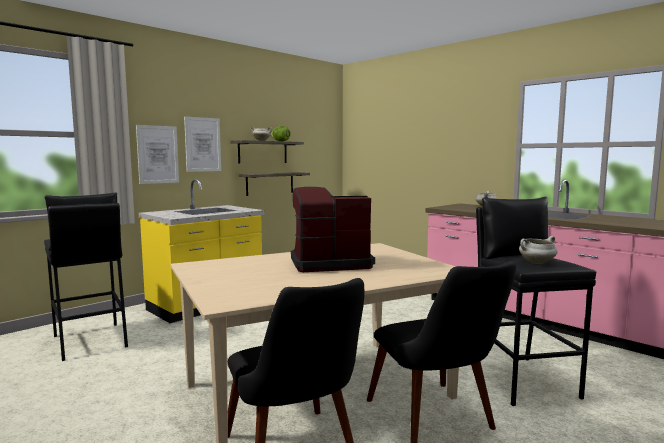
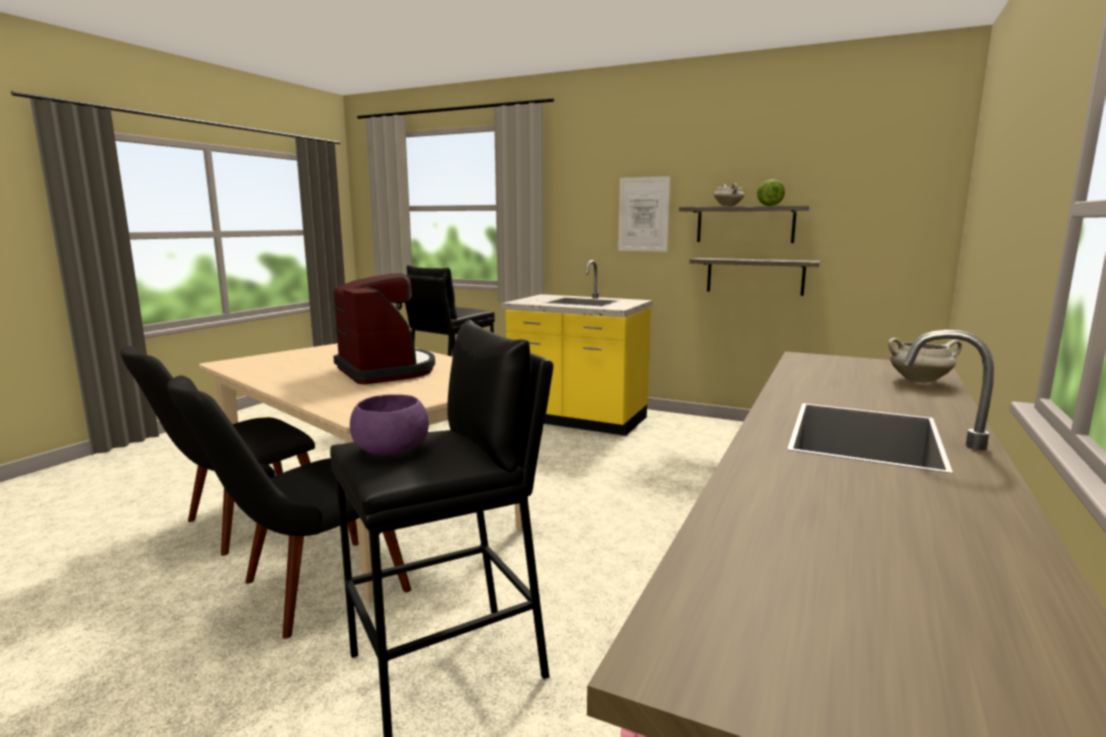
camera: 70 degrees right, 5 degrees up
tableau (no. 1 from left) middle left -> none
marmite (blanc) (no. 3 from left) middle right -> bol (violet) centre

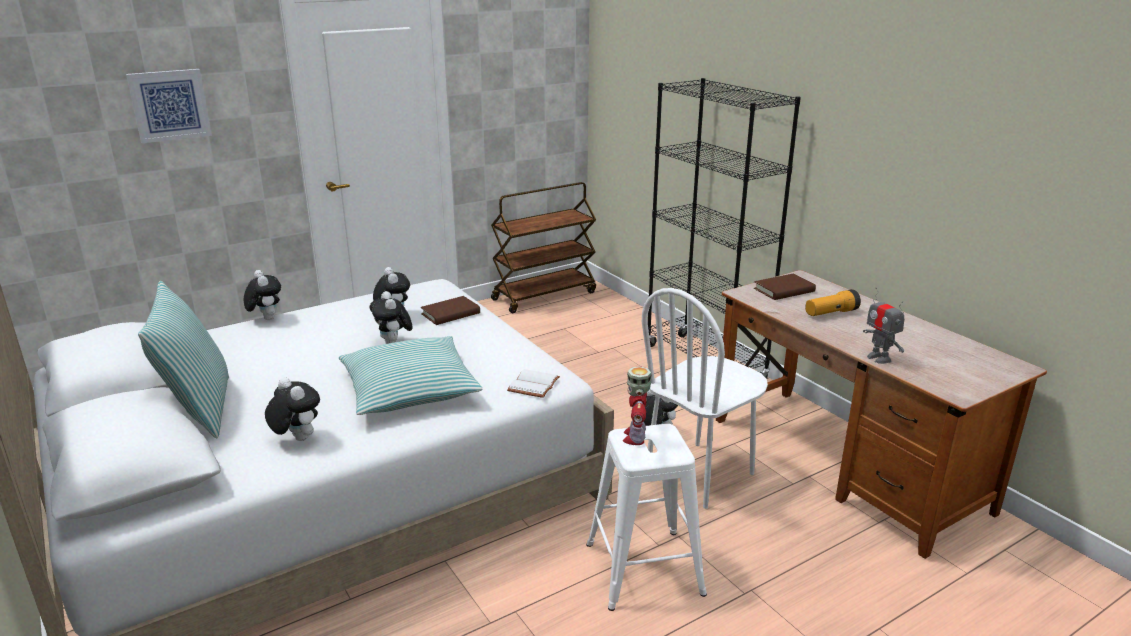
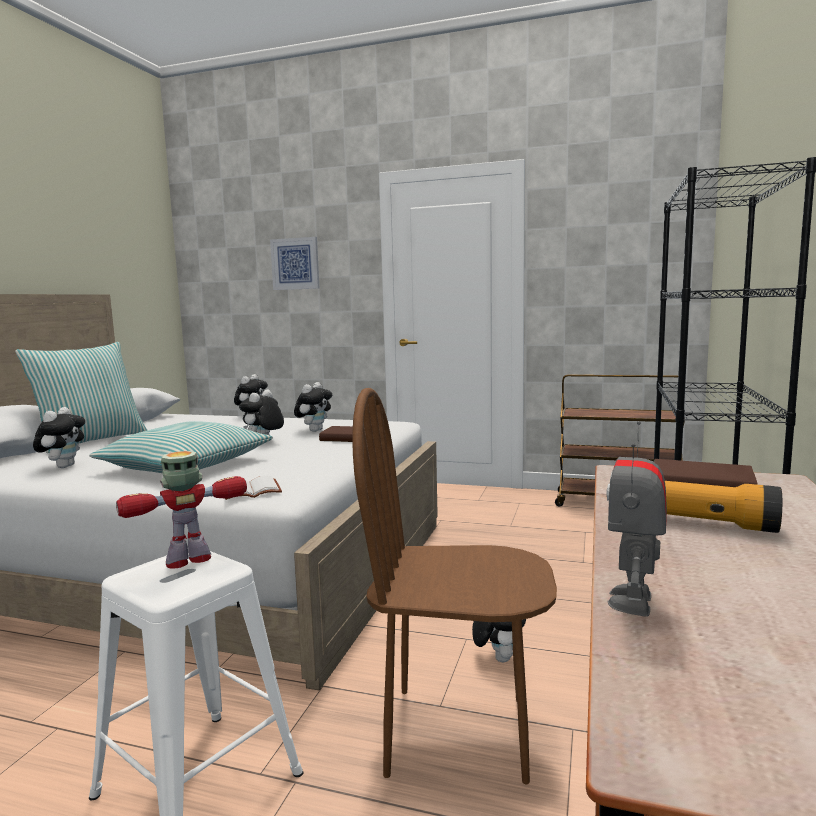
camera: 50 degrees right, 15 degrees down
chaise (blanc) centre -> chaise (marron) bottom centre

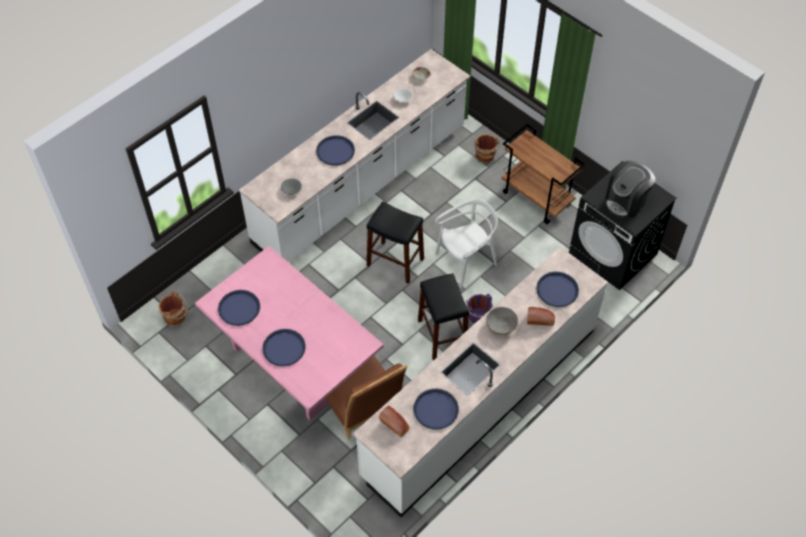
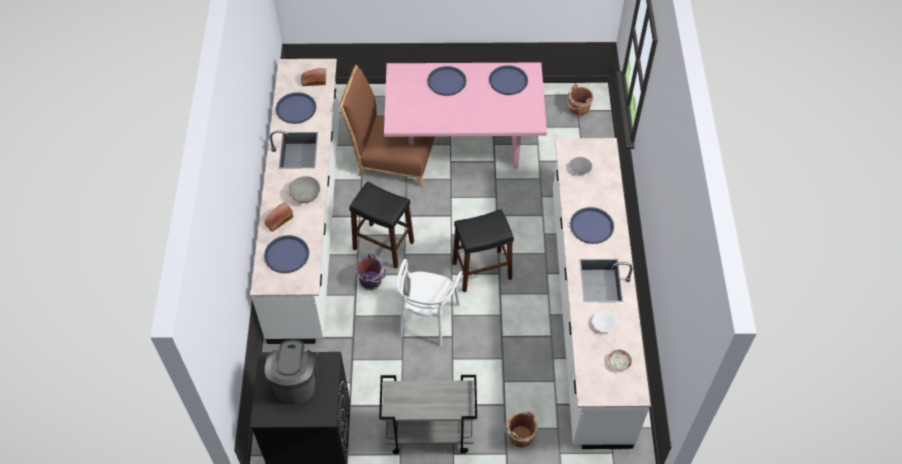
camera: 135 degrees right, 0 degrees up
chariot (marron) top right -> chariot (gris) bottom centre

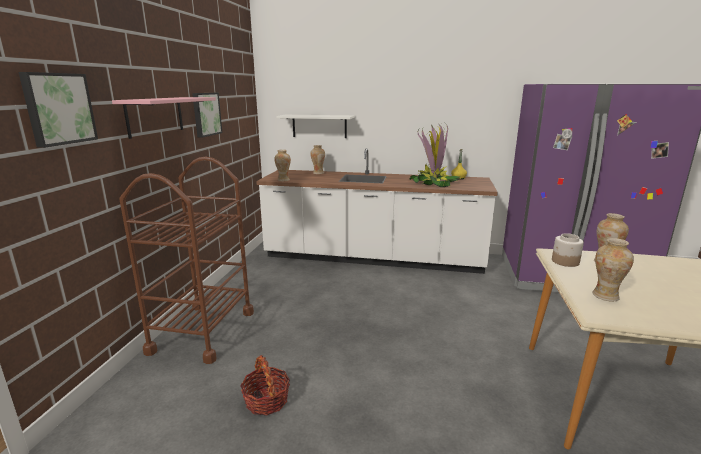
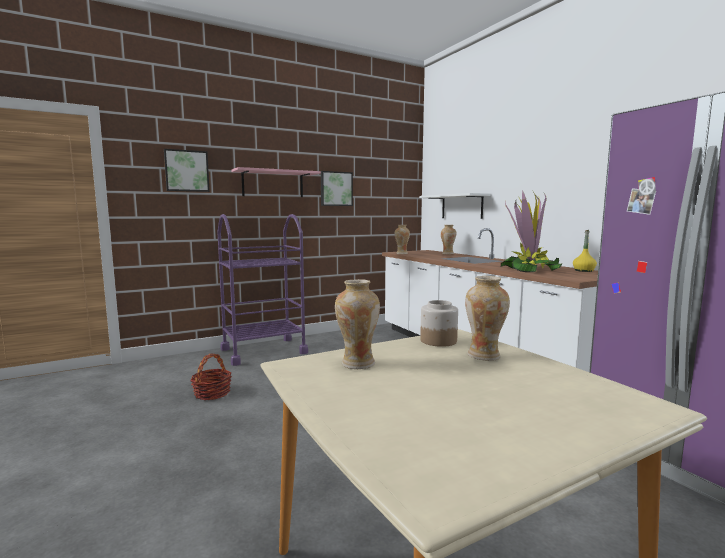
camera: 50 degrees right, 10 degrees down
chariot (marron) middle left -> chariot (violet) centre

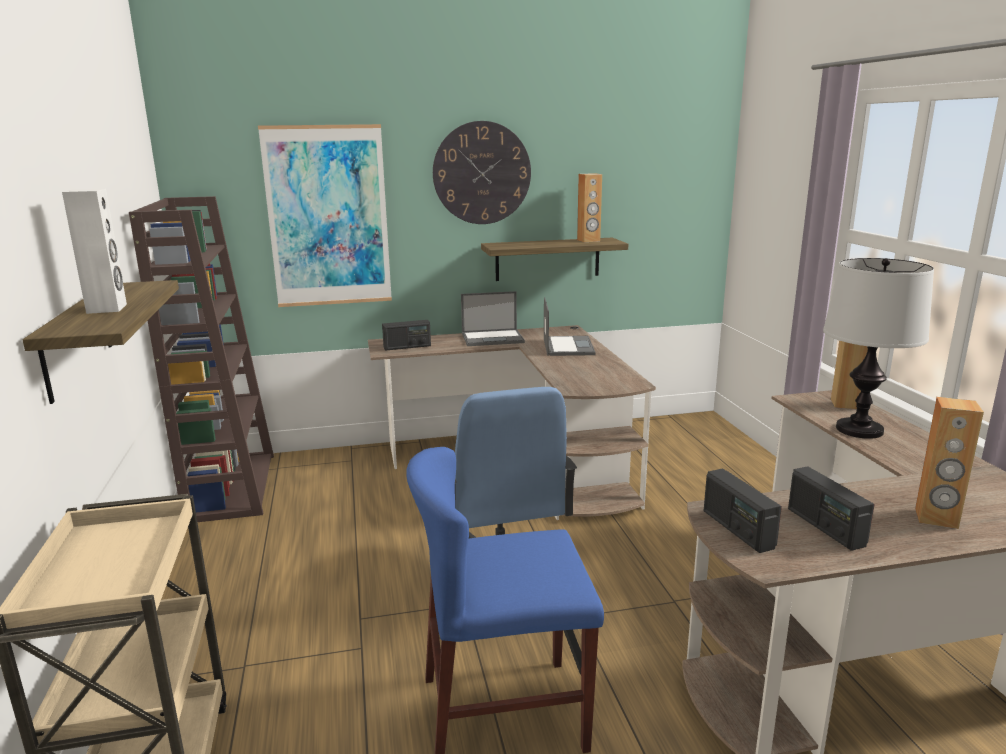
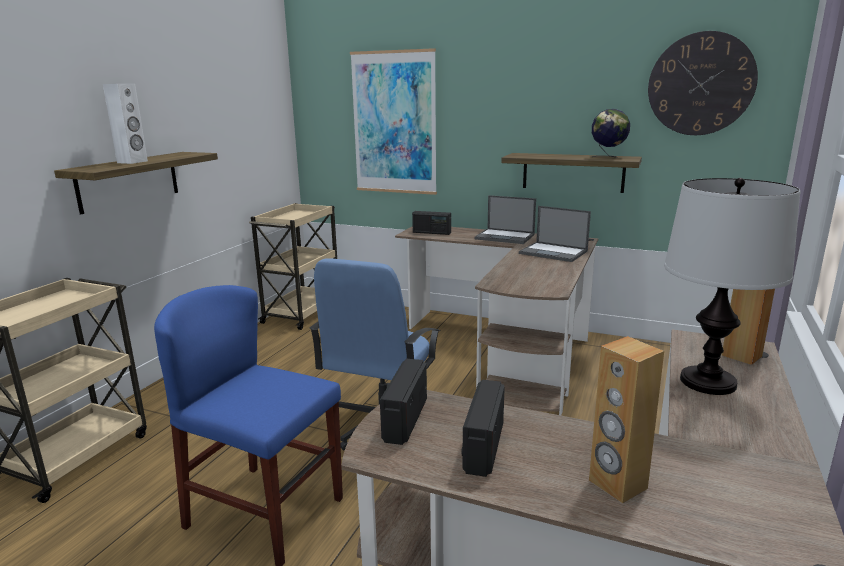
camera: 35 degrees right, 0 degrees up
horloge murale top centre -> horloge murale top right, relocated
bibliothèque (marron) middle left -> chariot (beige) (no. 2 from left) centre
enceinte (marron) (no. 1 from left) top centre -> globe top right
ordinateur portable (no. 2 from left) centre, 90 degrees clockwise

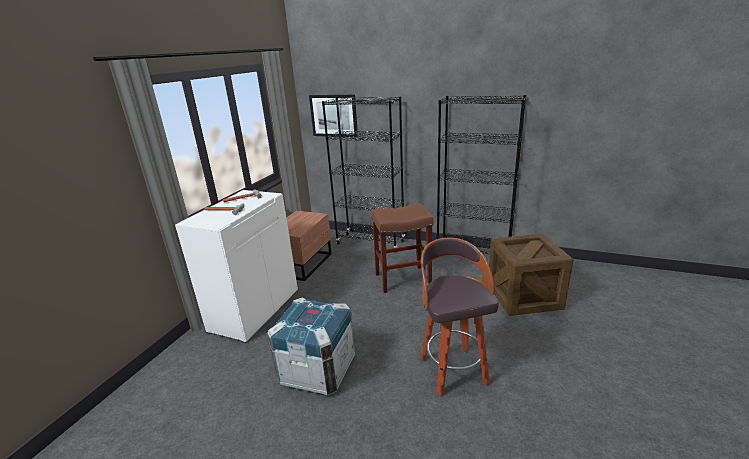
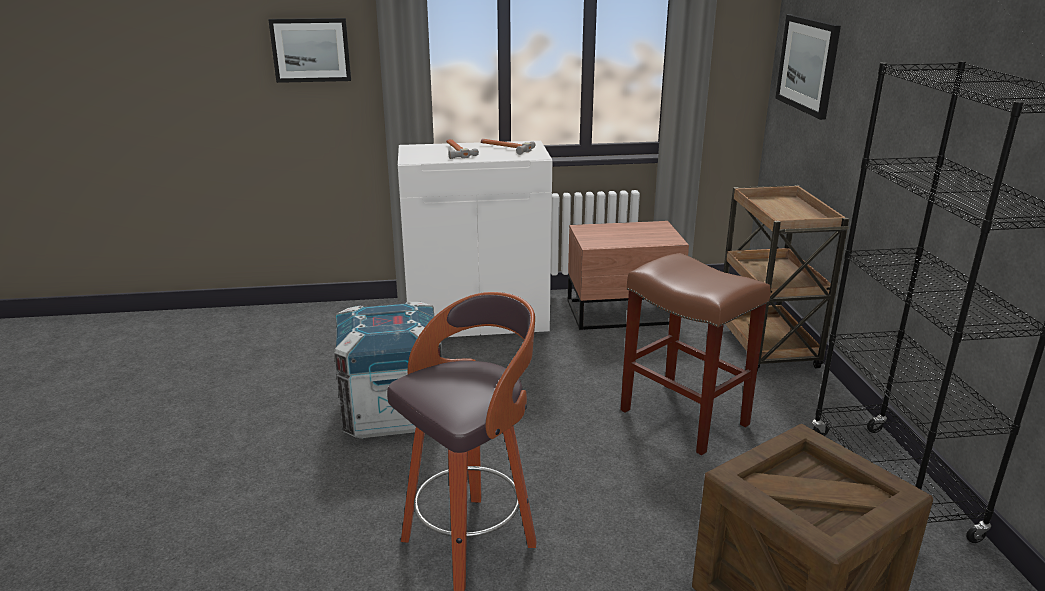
camera: 60 degrees right, 0 degrees up
none -> tableau (no. 1 from left) top left
bibliothèque (noir) (no. 1 from left) centre -> chariot (marron) middle right

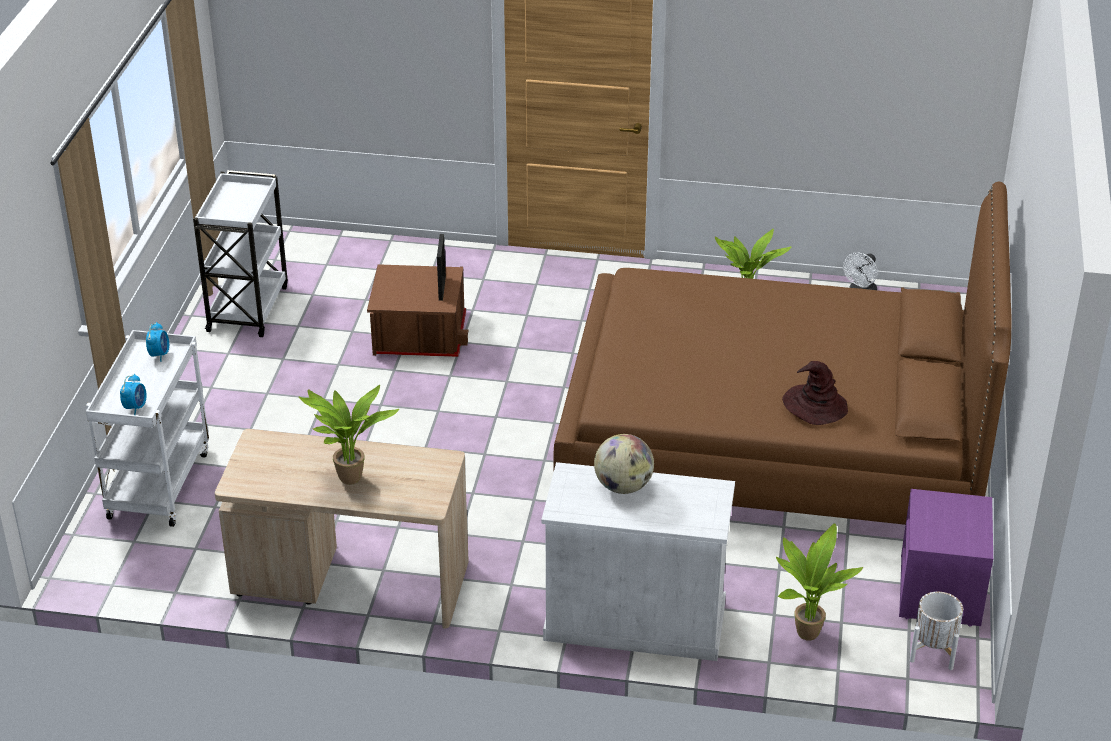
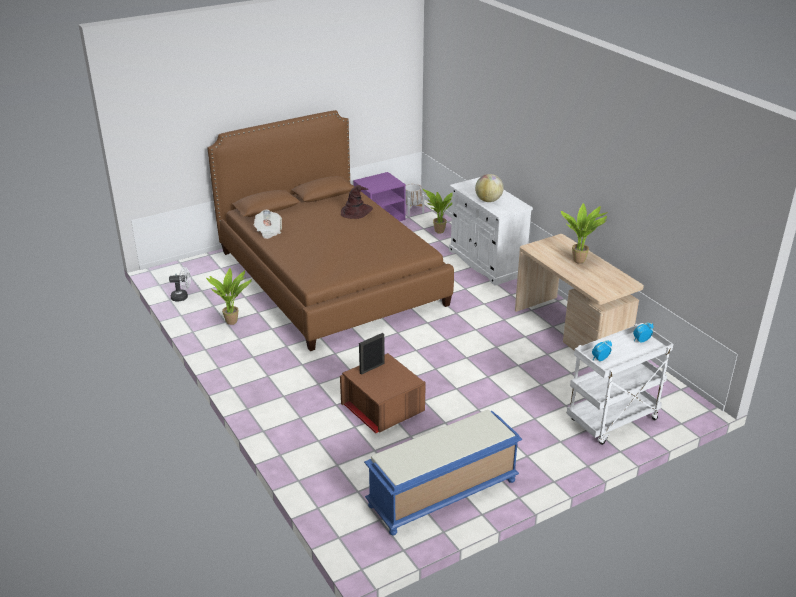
camera: 130 degrees left, 5 degrees down
none -> journal centre
chariot (blanc) (no. 2 from left) middle left -> banc (bleu) bottom centre

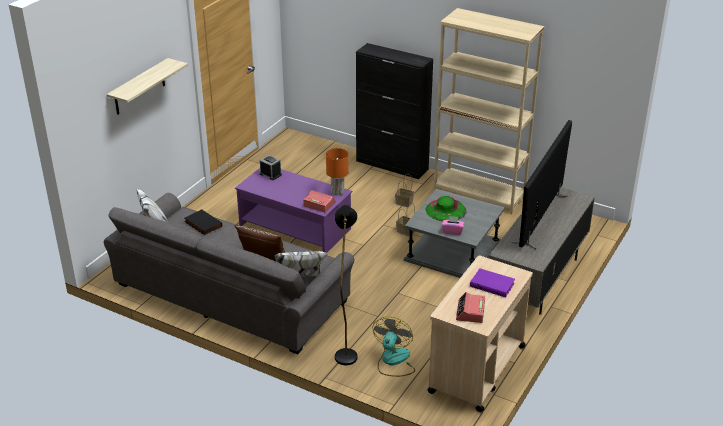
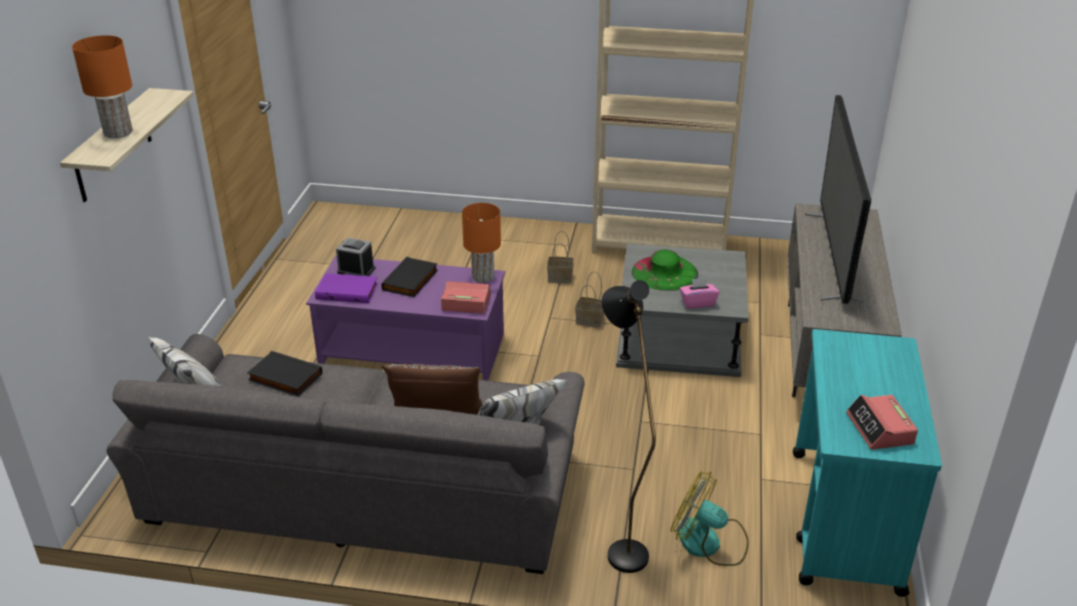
camera: 20 degrees left, 0 degrees up
meuble de rangement (noir) top centre -> none
none -> lampe de table (orange) (no. 1 from left) top left
none -> livre (noir) (no. 2 from left) centre
livre (violet) middle right -> livre (violet) middle left, relocated
chariot (beige) bottom centre -> chariot (turquoise) bottom right
ventilateur bottom centre, 60 degrees counterclockwise

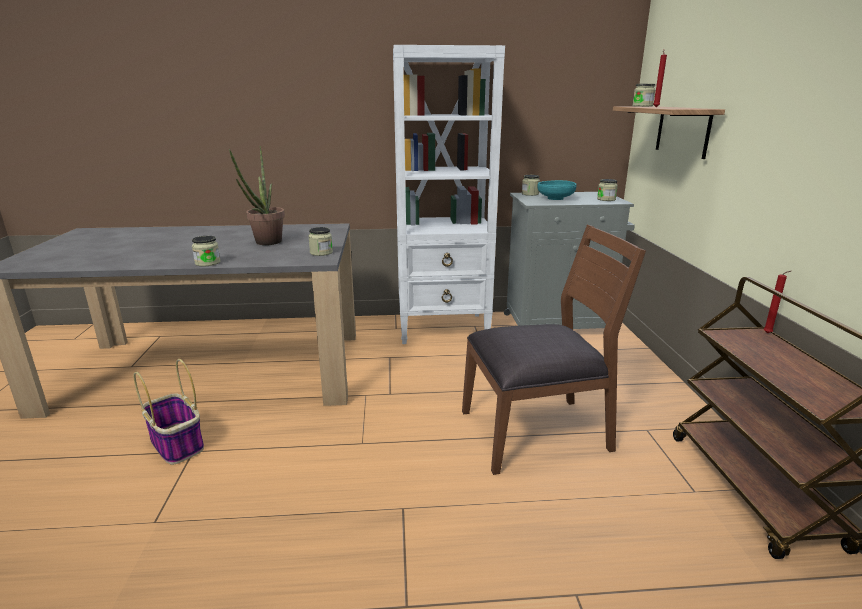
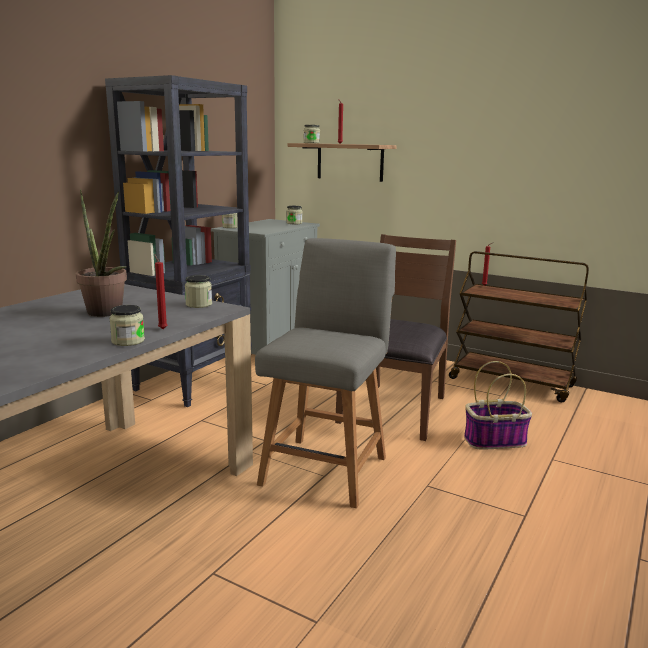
camera: 55 degrees left, 5 degrees down
bol (turquoise) top centre -> none
none -> bougie (rouge) (no. 1 from left) middle left
none -> chaise (gris) centre
panier bottom left -> panier middle right, relocated
bibliothèque (blanc) top centre -> bibliothèque (noir) middle left

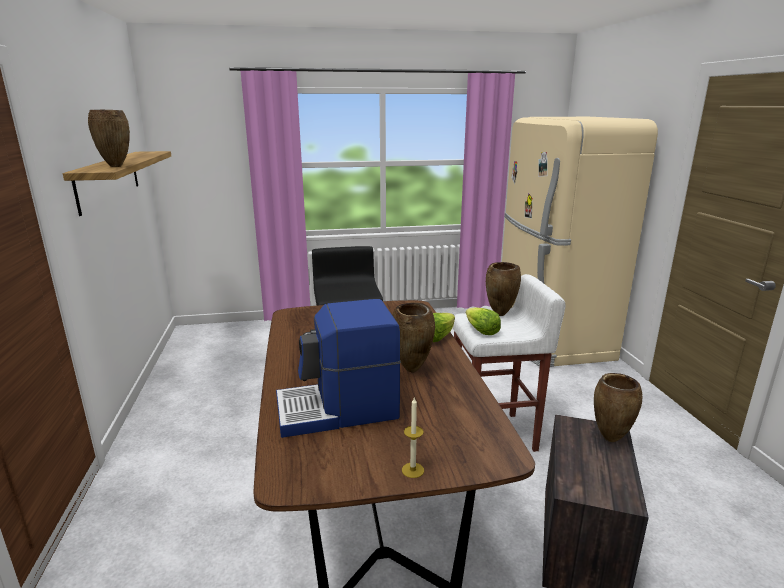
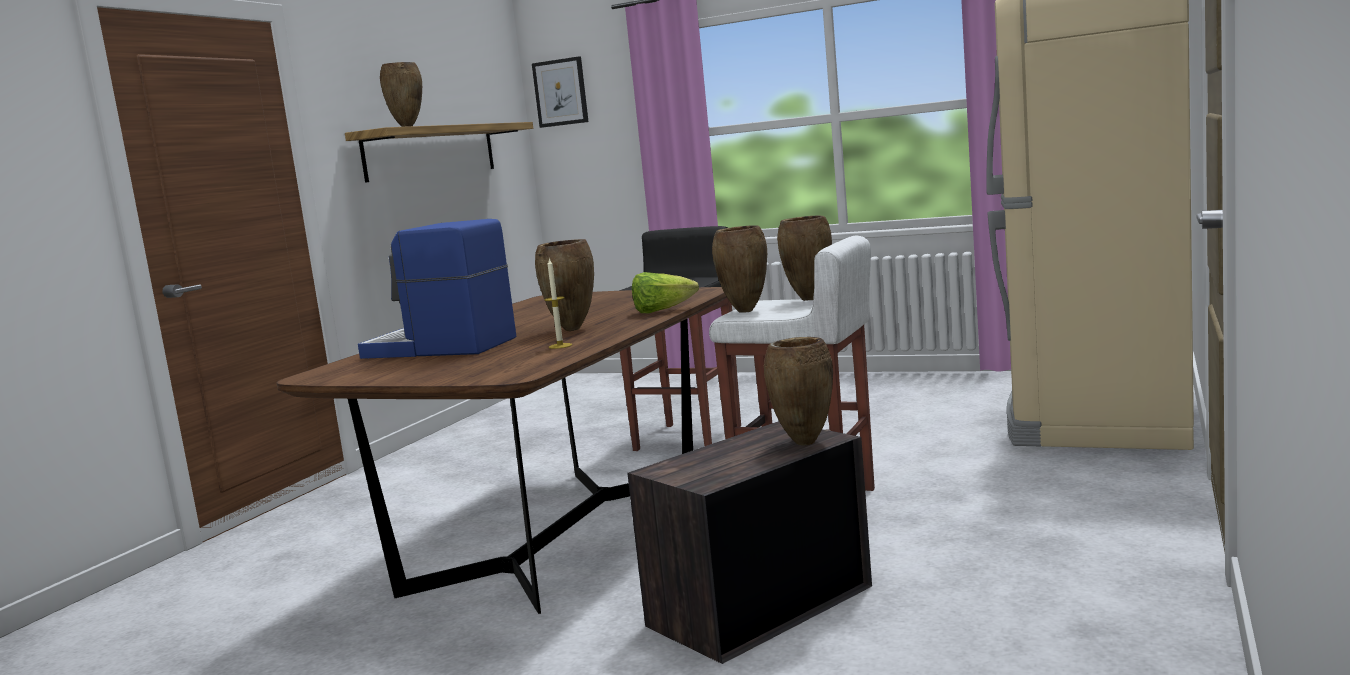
camera: 35 degrees right, 10 degrees down
none -> tableau top centre
bougie bottom centre -> bougie centre, relocated
laitue (no. 2 from left) centre -> vase (marron) (no. 3 from left) centre

